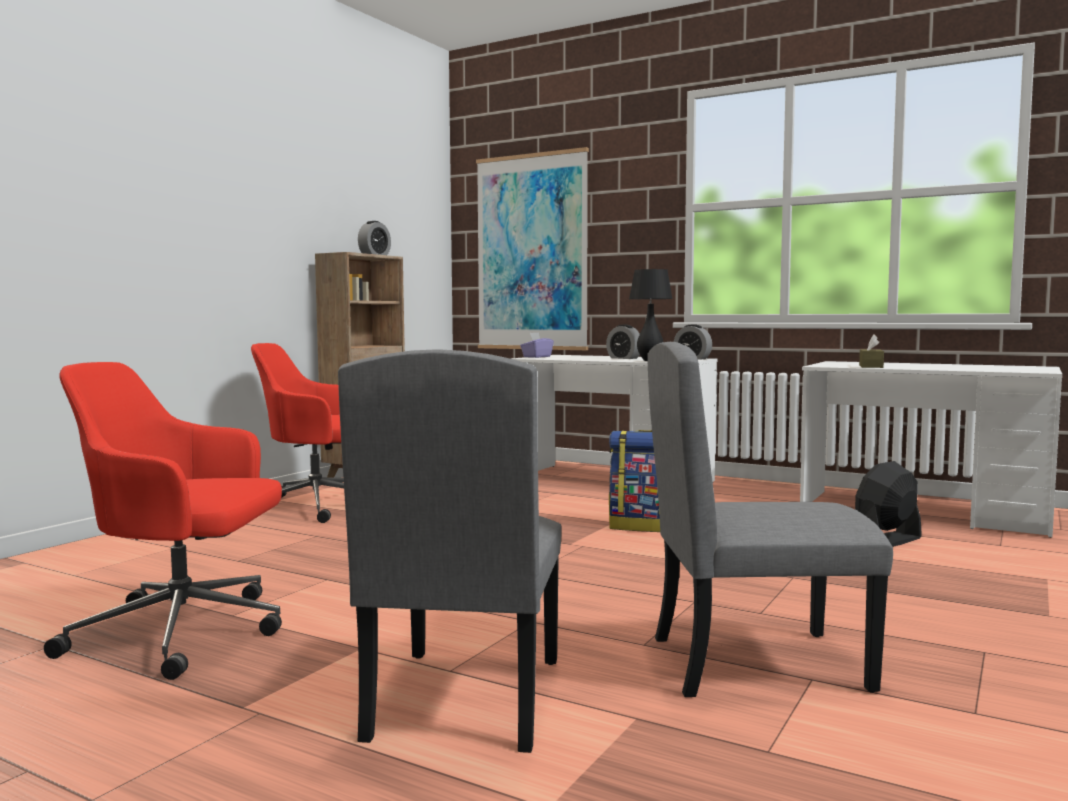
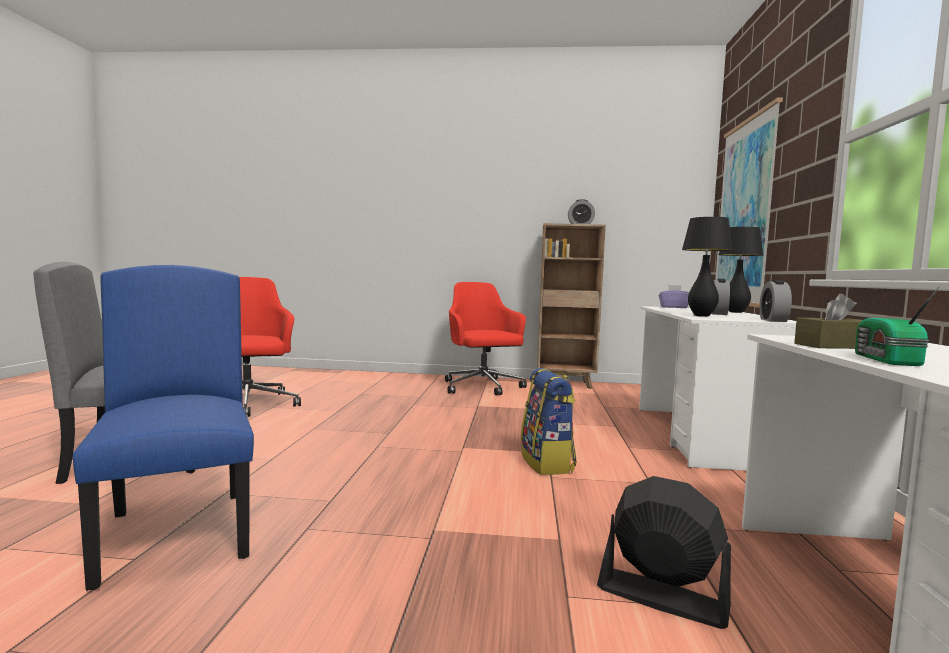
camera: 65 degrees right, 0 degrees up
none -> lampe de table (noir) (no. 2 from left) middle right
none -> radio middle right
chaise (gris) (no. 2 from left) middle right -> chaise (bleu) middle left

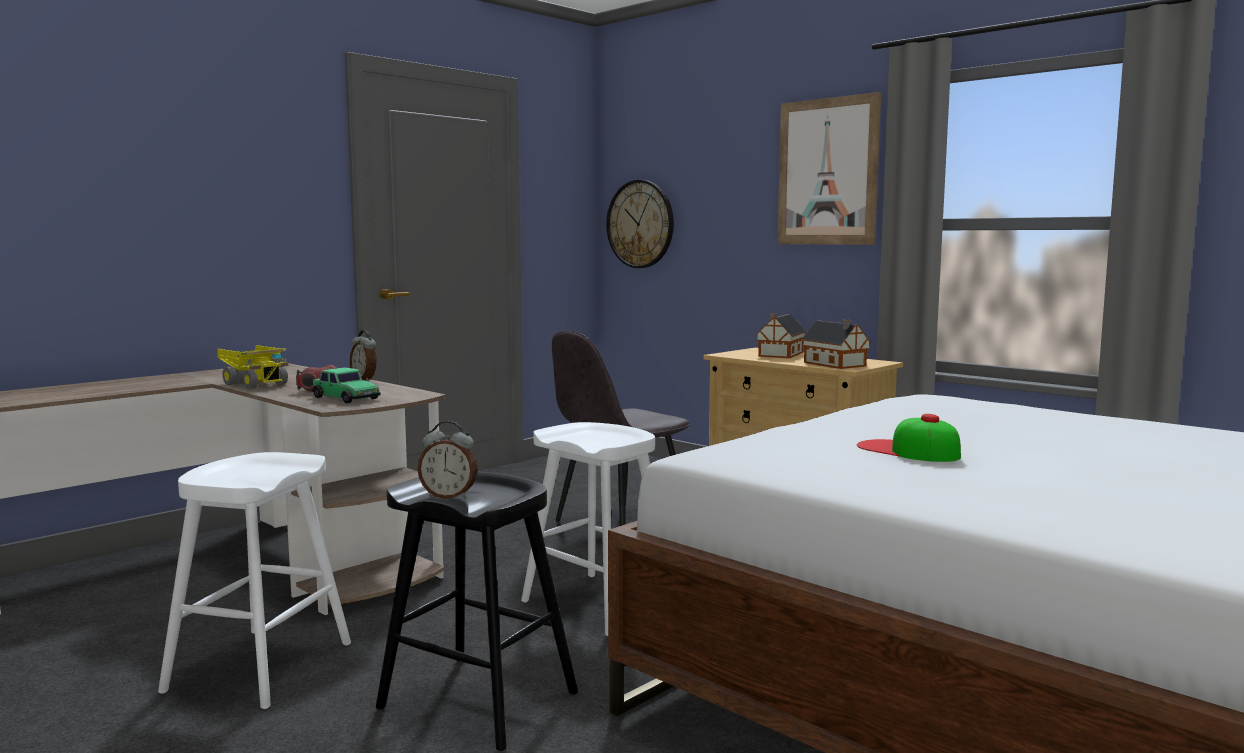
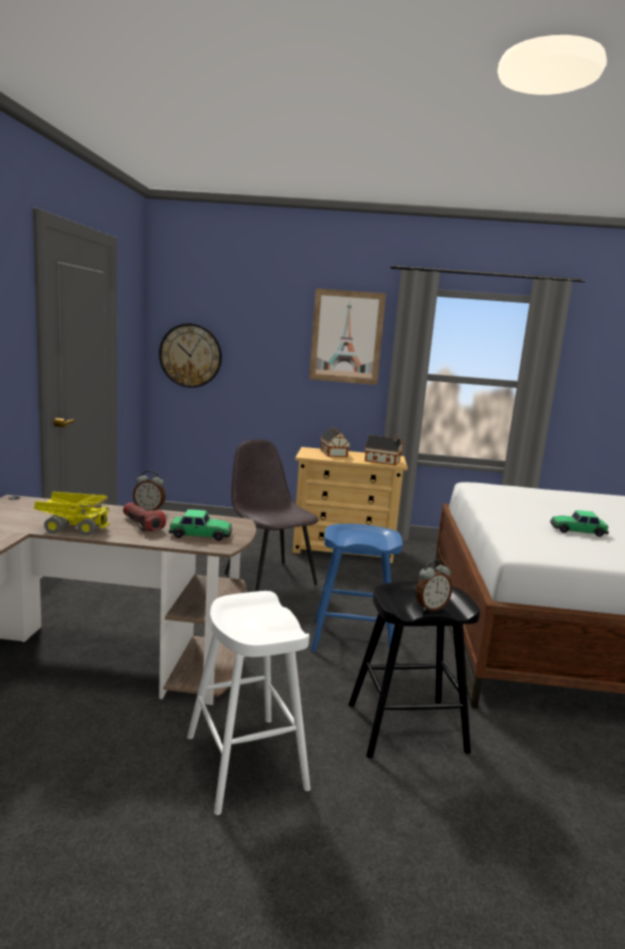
camera: 40 degrees left, 5 degrees up
casquette middle right -> petite voiture (no. 2 from left) middle right
tabouret (blanc) (no. 2 from left) bottom centre -> tabouret (bleu) centre
chaise (gris) centre, 135 degrees clockwise

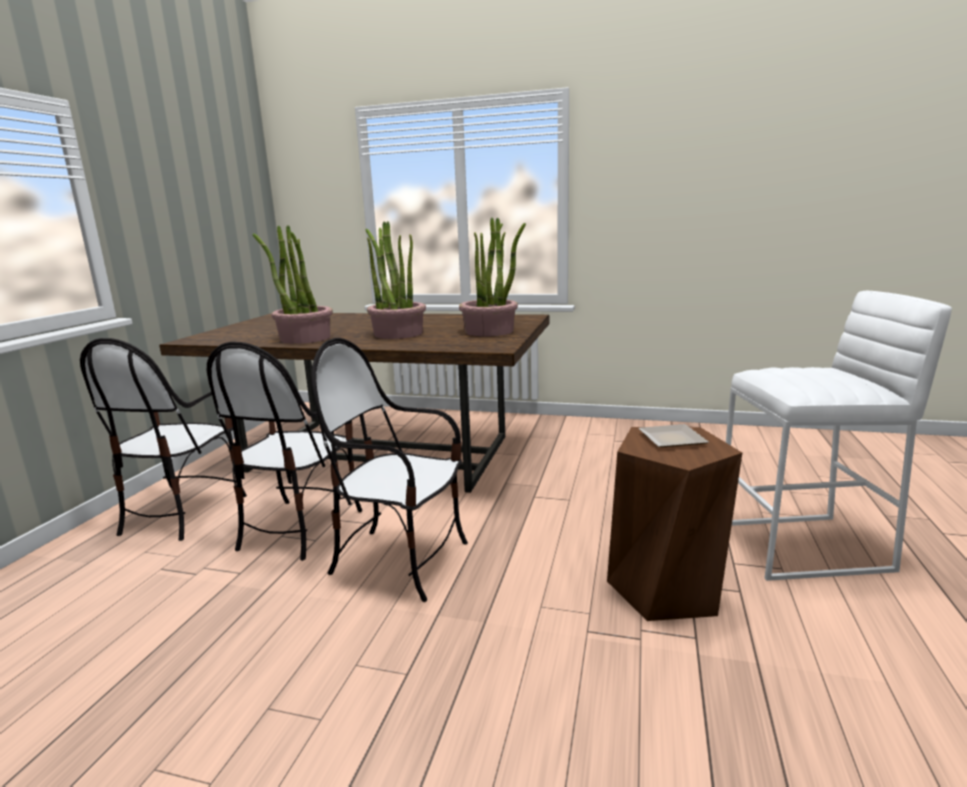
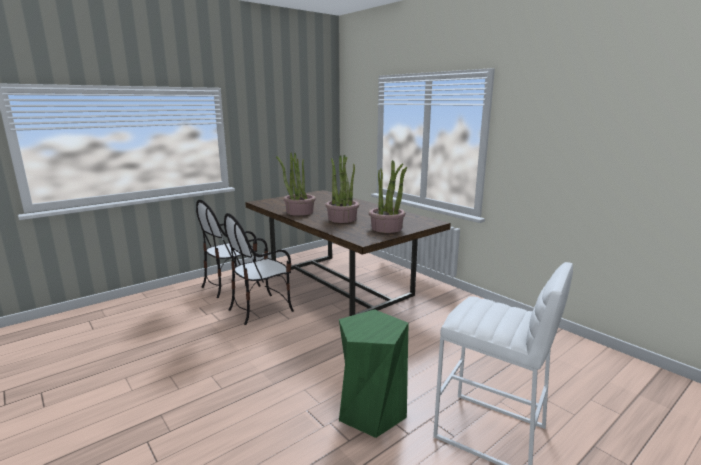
camera: 35 degrees right, 0 degrees up
chaise (no. 3 from left) centre -> none
assiette middle right -> none
tabouret (marron) middle right -> tabouret (vert) bottom centre

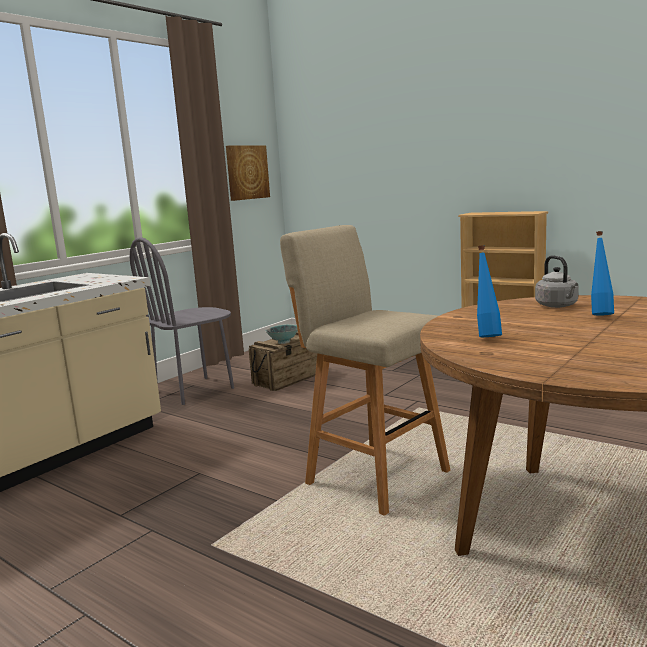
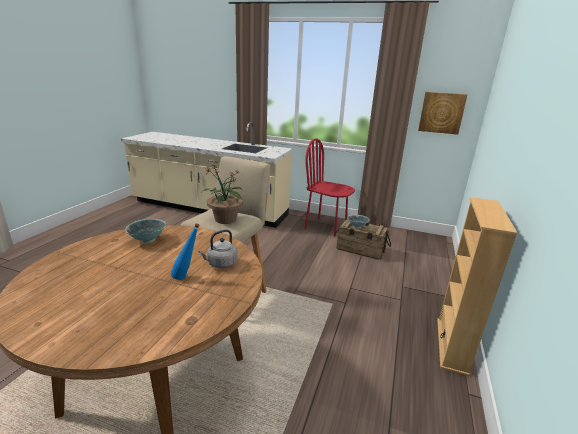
camera: 70 degrees right, 10 degrees up
none -> plante en pot centre
bouteille (bleu) (no. 1 from left) middle right -> bol (no. 1 from left) middle left
chaise (gris) middle left -> chaise (rouge) centre

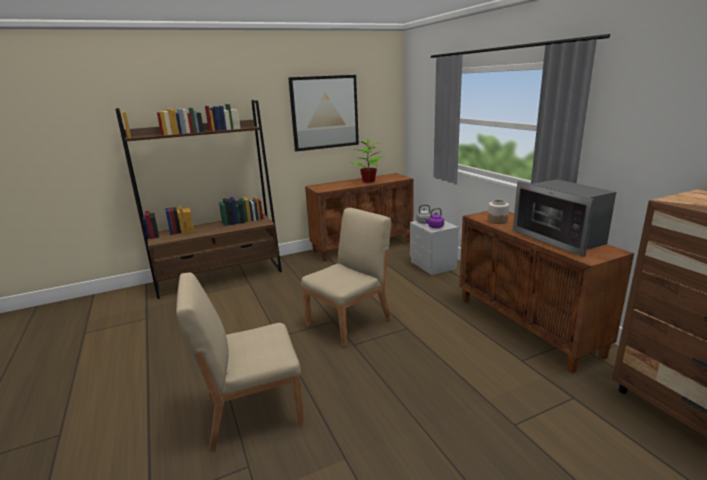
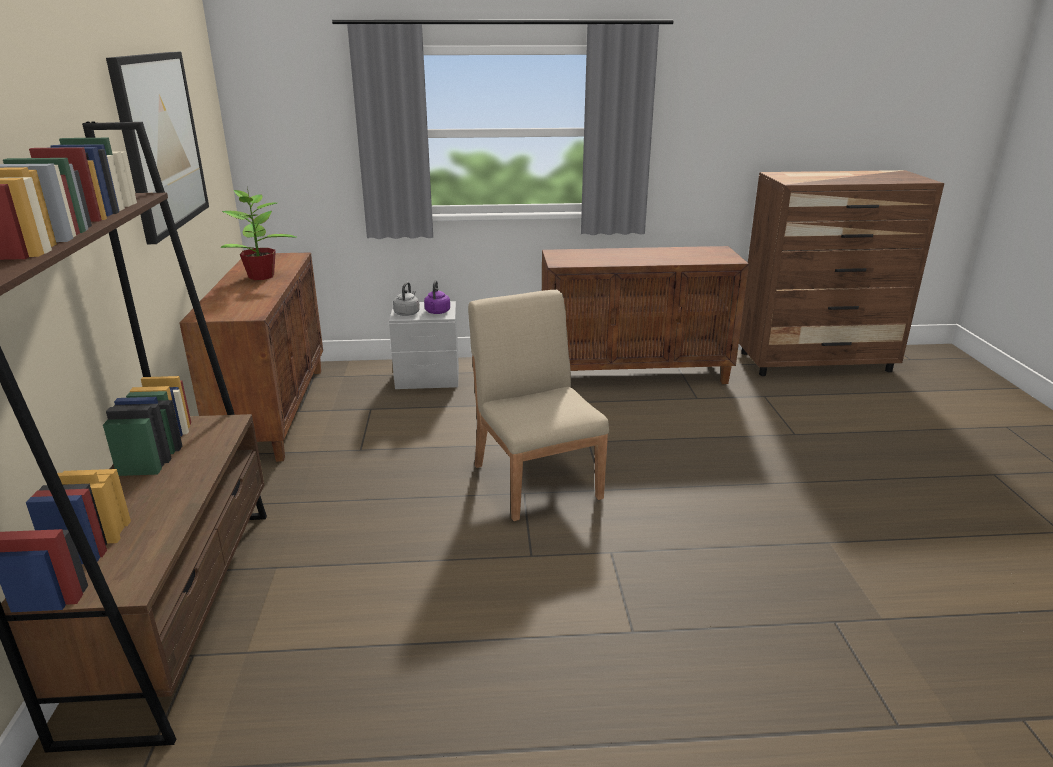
camera: 70 degrees left, 5 degrees up
chaise (beige) (no. 1 from left) bottom centre -> none
bocal middle right -> none
micro-ondes middle right -> none

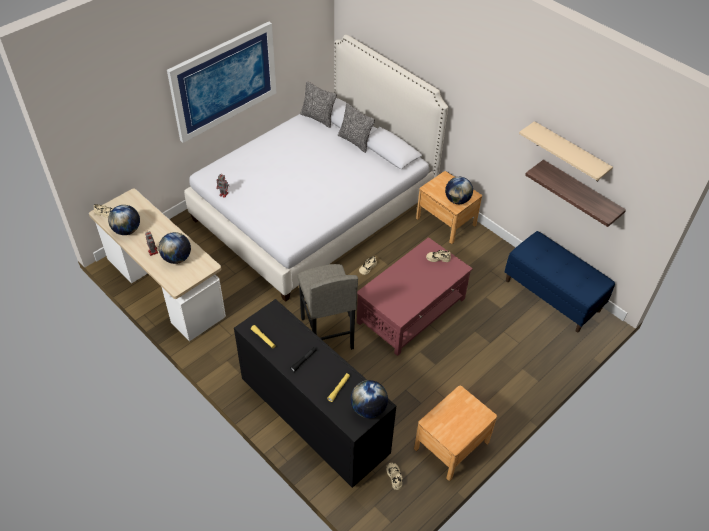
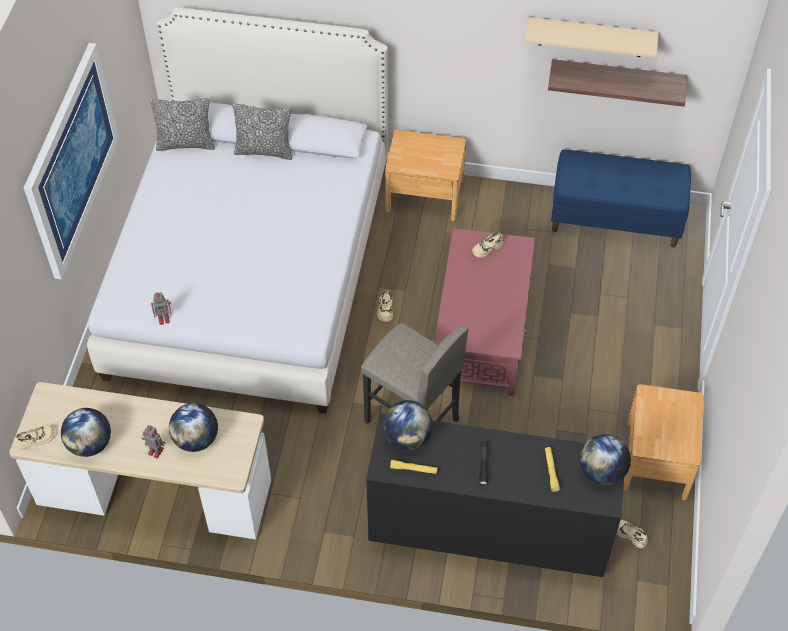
camera: 35 degrees left, 5 degrees up
globe (no. 4 from left in the first image) centre -> globe (no. 3 from left) bottom centre, relocated

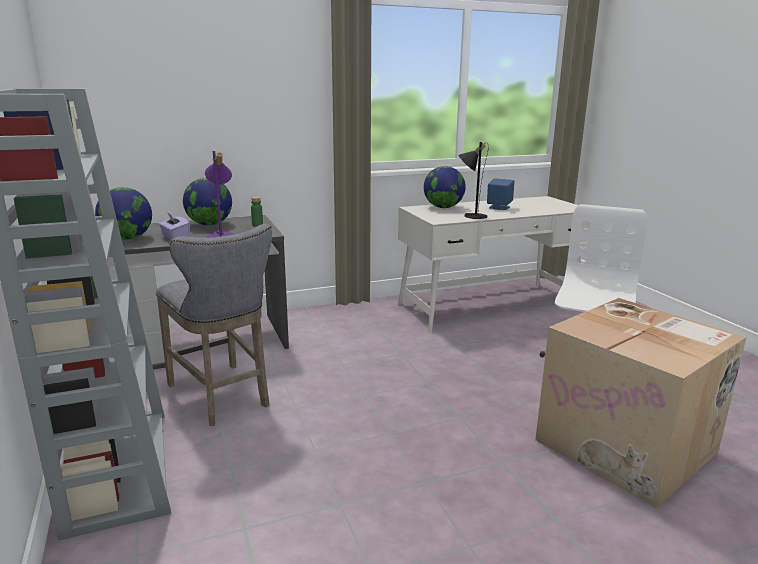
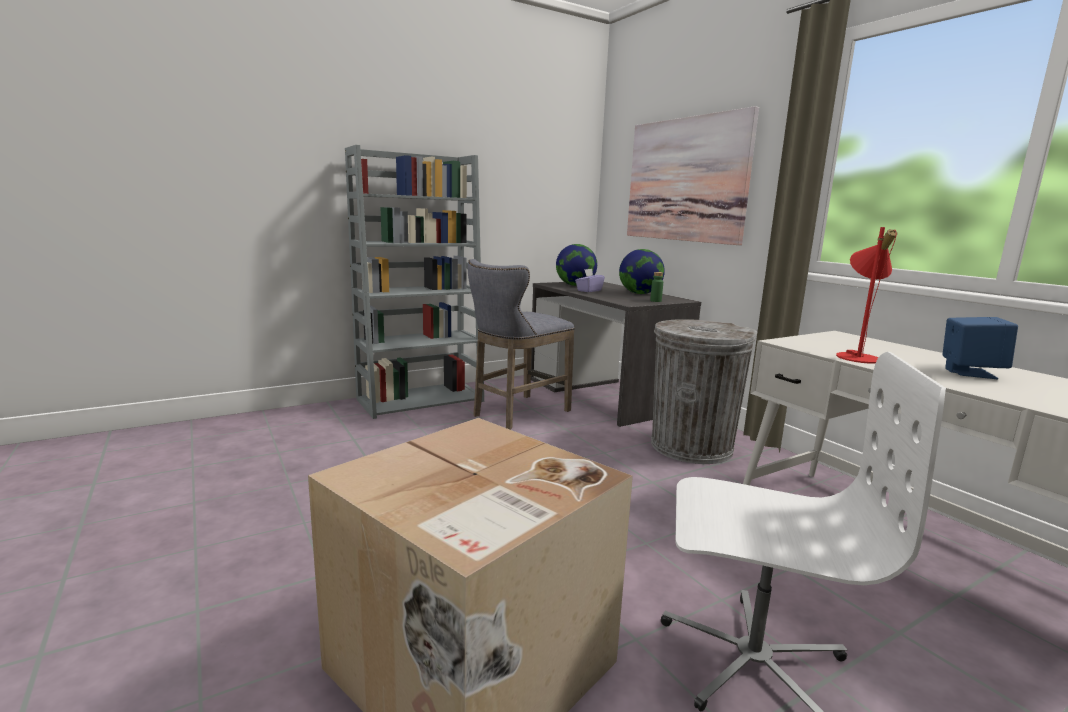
camera: 80 degrees right, 5 degrees down
lampe de table (violet) middle left -> none
globe (no. 3 from left) top centre -> none
none -> tableau top centre
none -> poubelle (gris) centre
lampe de table (noir) top centre -> lampe de table (rouge) middle right

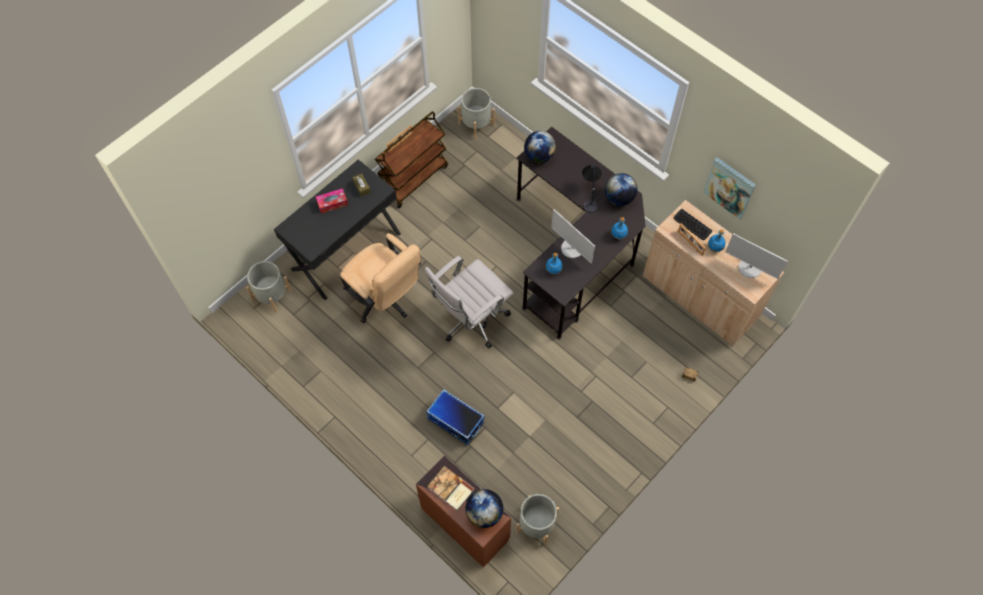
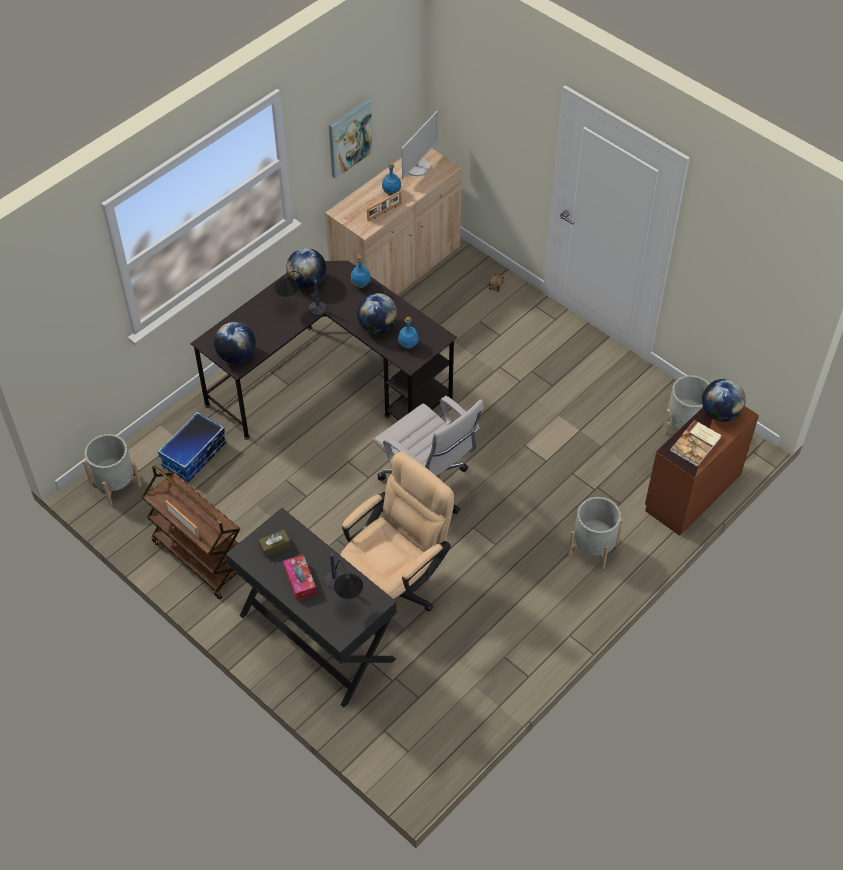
camera: 90 degrees left, 10 degrees down
clavier middle right -> none
none -> lampe de table (no. 2 from left) centre
cache-pot (gris) (no. 1 from left in the first image) middle left -> cache-pot (gris) (no. 2 from left) middle right, relocated
boîte de rangement (no. 1 from left) bottom centre -> boîte de rangement (no. 1 from left) middle left, relocated
écran d'ordinateur (no. 1 from left) centre -> globe (no. 3 from left) centre

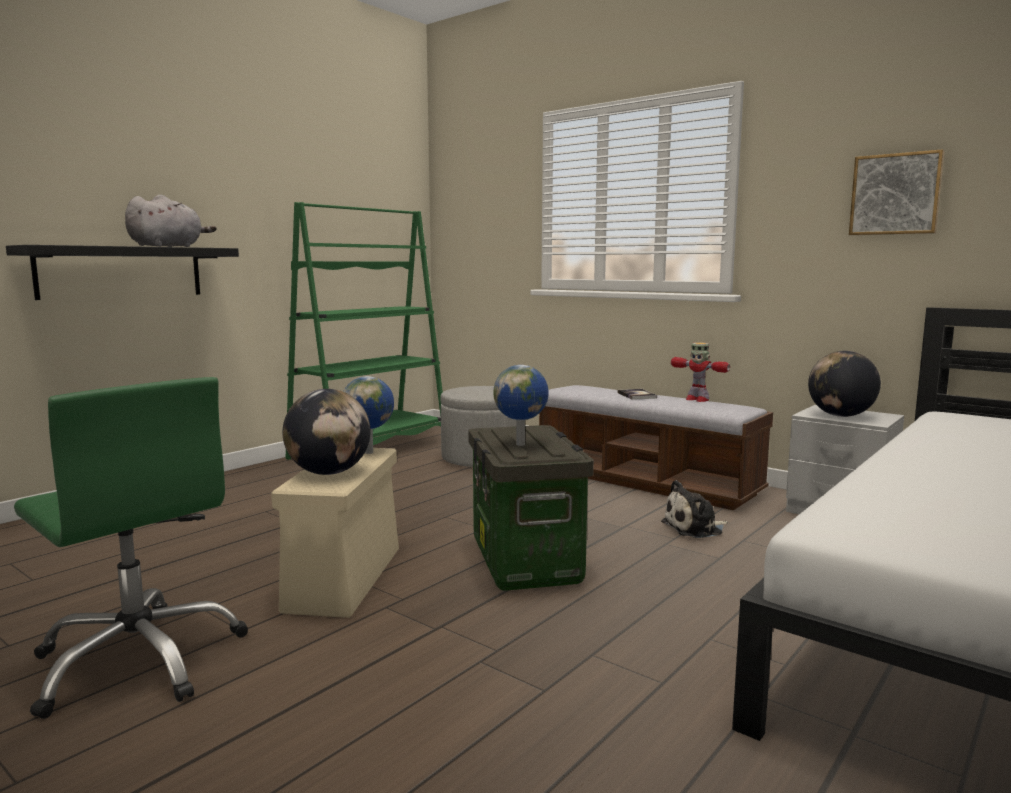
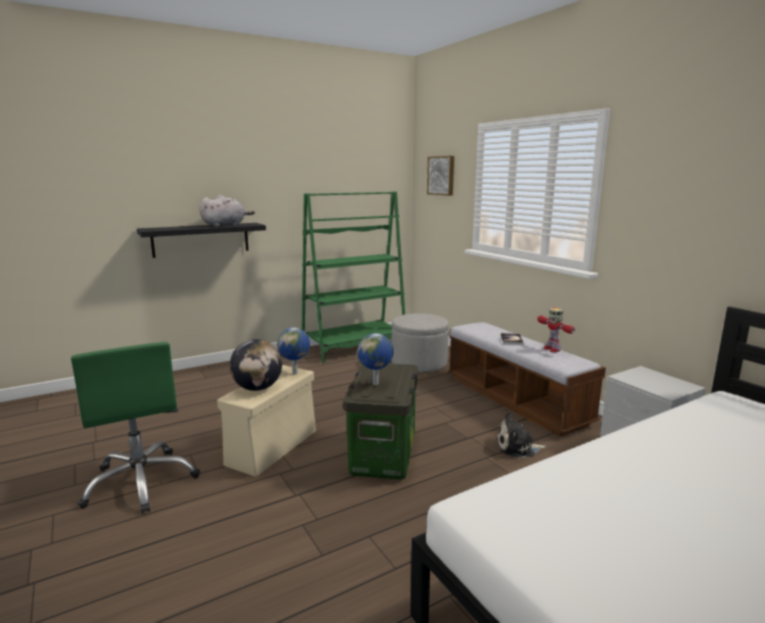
camera: 20 degrees right, 5 degrees up
globe (no. 4 from left) middle right -> none
tableau top right -> tableau top centre, relocated

